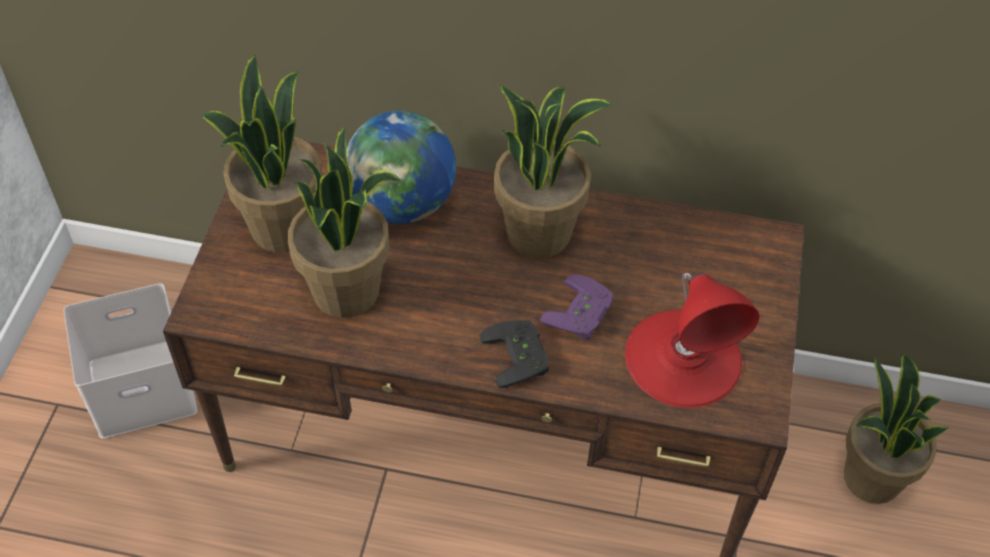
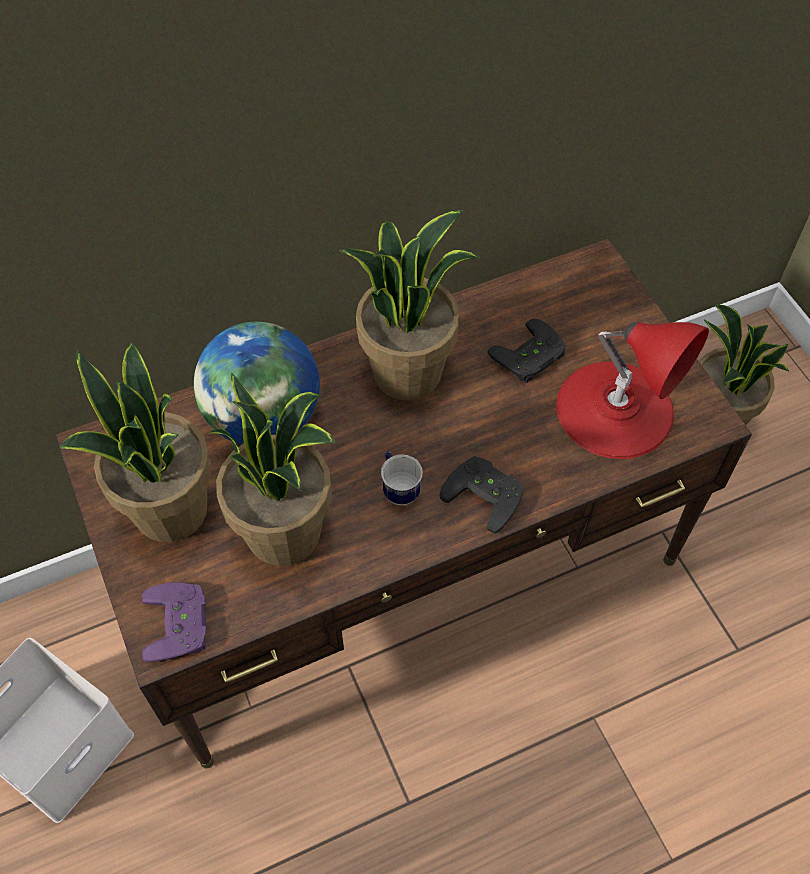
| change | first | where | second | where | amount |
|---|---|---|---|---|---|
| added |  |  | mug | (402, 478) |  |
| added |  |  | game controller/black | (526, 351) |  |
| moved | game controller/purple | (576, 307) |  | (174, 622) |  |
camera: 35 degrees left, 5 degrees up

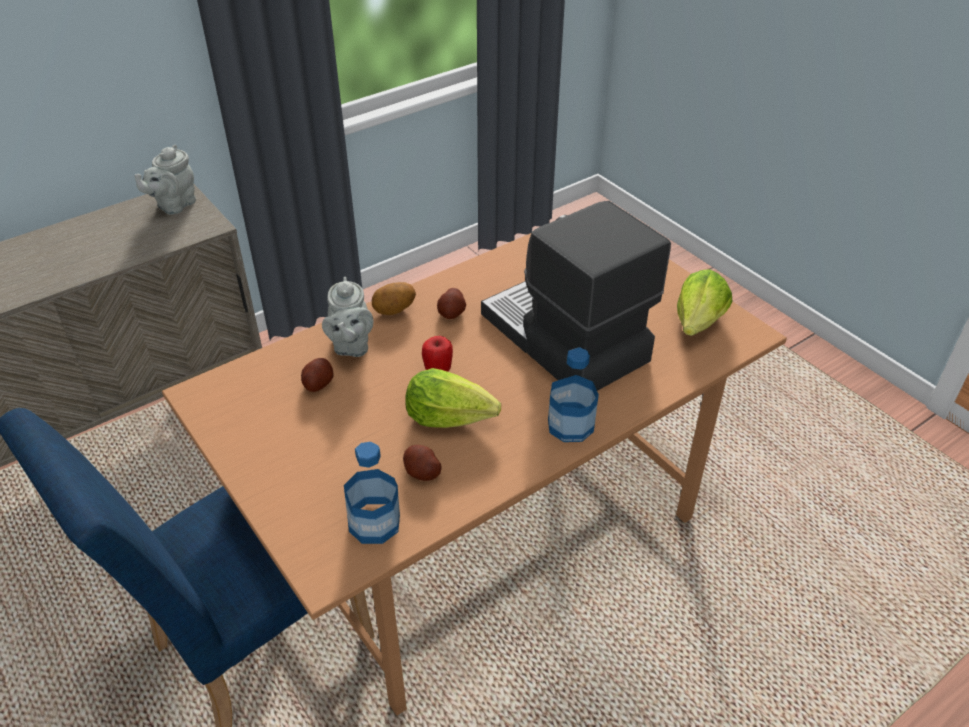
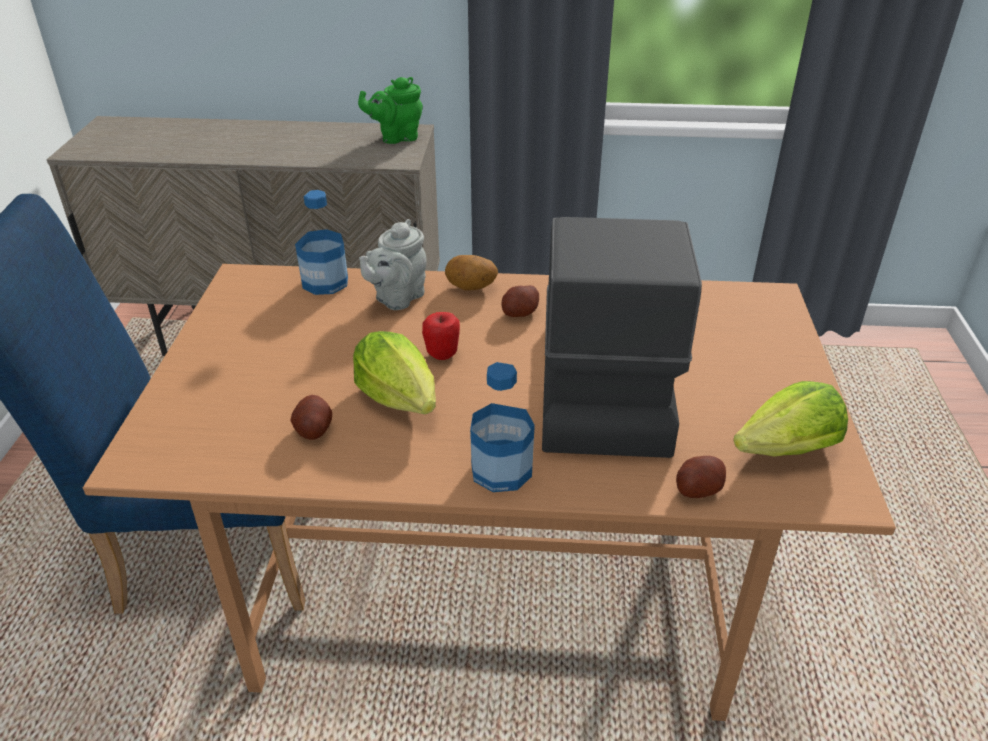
| change | first | where | second | where | amount |
|---|---|---|---|---|---|
| moved | potato | (317, 375) |  | (701, 477) |  |
| moved | bottle | (372, 493) |  | (321, 242) |  |
| recoloured | teapot/grey | (165, 180) | teapot/green | (390, 110) |  |
camera: 40 degrees right, 5 degrees down

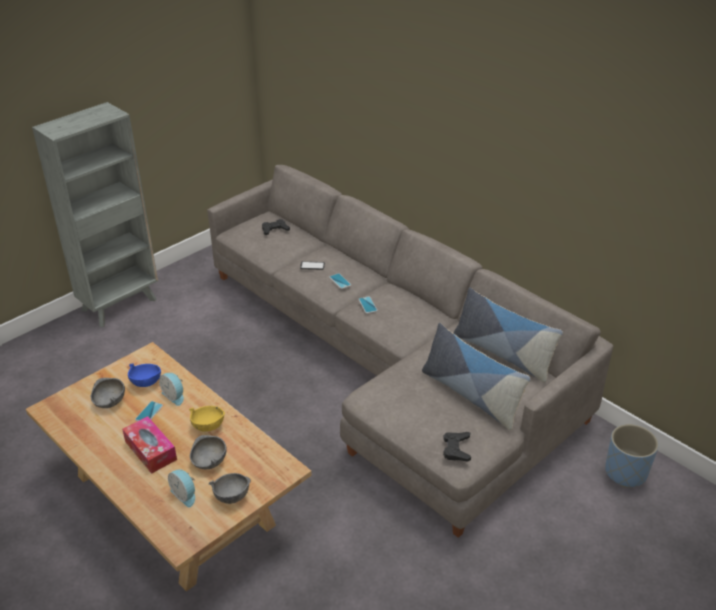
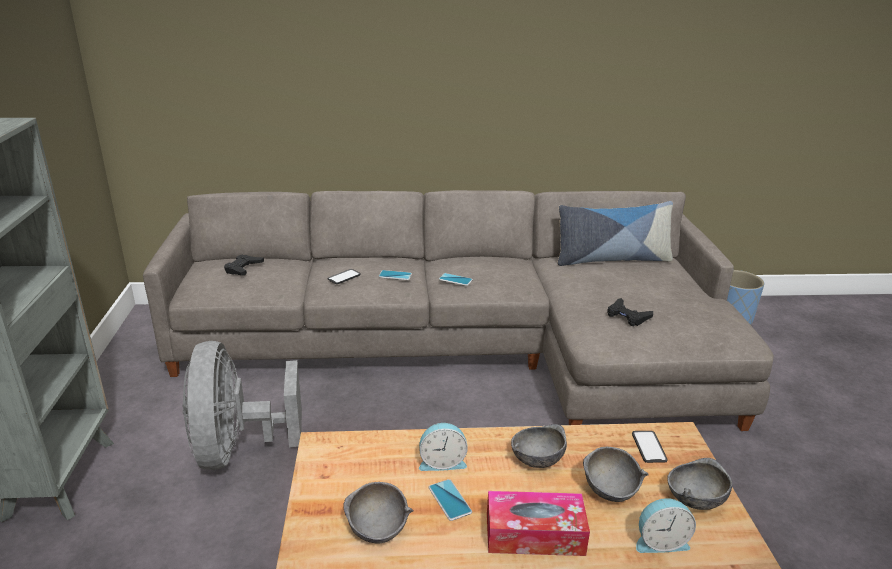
| change | first | where | second | where | amount |
|---|---|---|---|---|---|
| removed | bowl/blue | (144, 375) |  |  |  |
| removed | pillow | (476, 376) |  |  |  |
| added |  |  | fan/grey | (242, 405) |  |
| added |  |  | phone | (650, 447) |  |
| moved | game controller/black | (457, 447) |  | (630, 312) |  |
| recoloured | bowl/yellow | (207, 419) | bowl/grey | (539, 446) |  |
camera: 50 degrees left, 10 degrees down

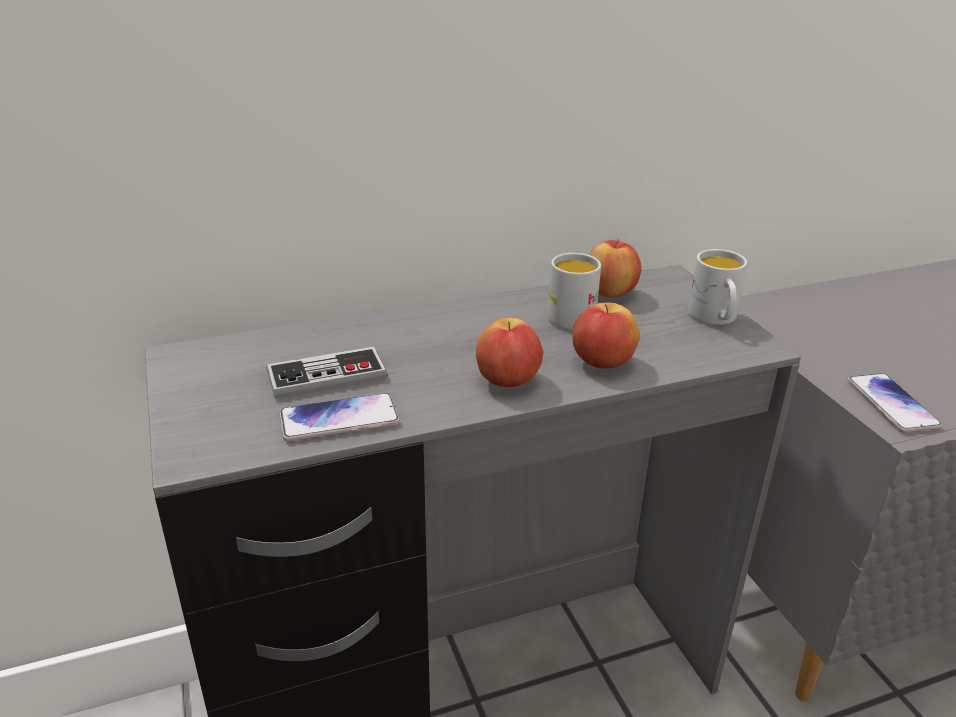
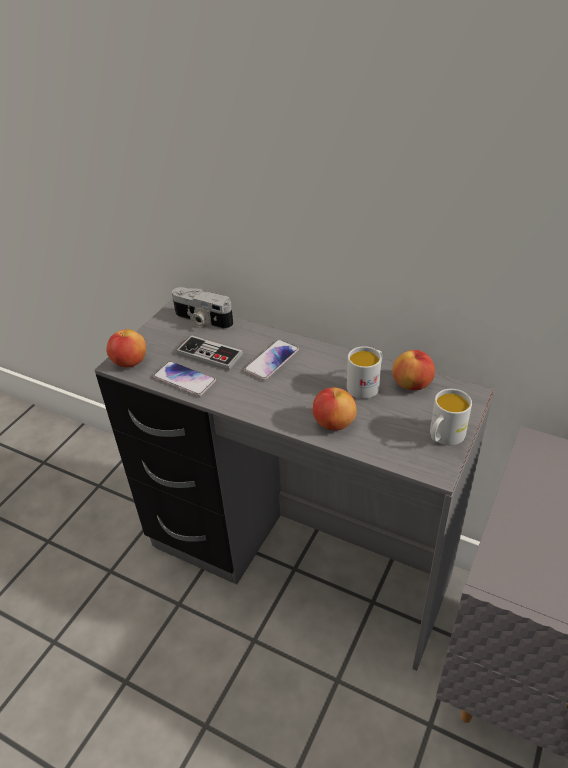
| change | first | where | second | where | amount |
|---|---|---|---|---|---|
| added |  |  | photo camera | (203, 308) |  |
| moved | apple | (509, 352) |  | (126, 348) |  |
| moved | phone | (895, 403) |  | (271, 359) |  |
camera: 50 degrees right, 10 degrees up

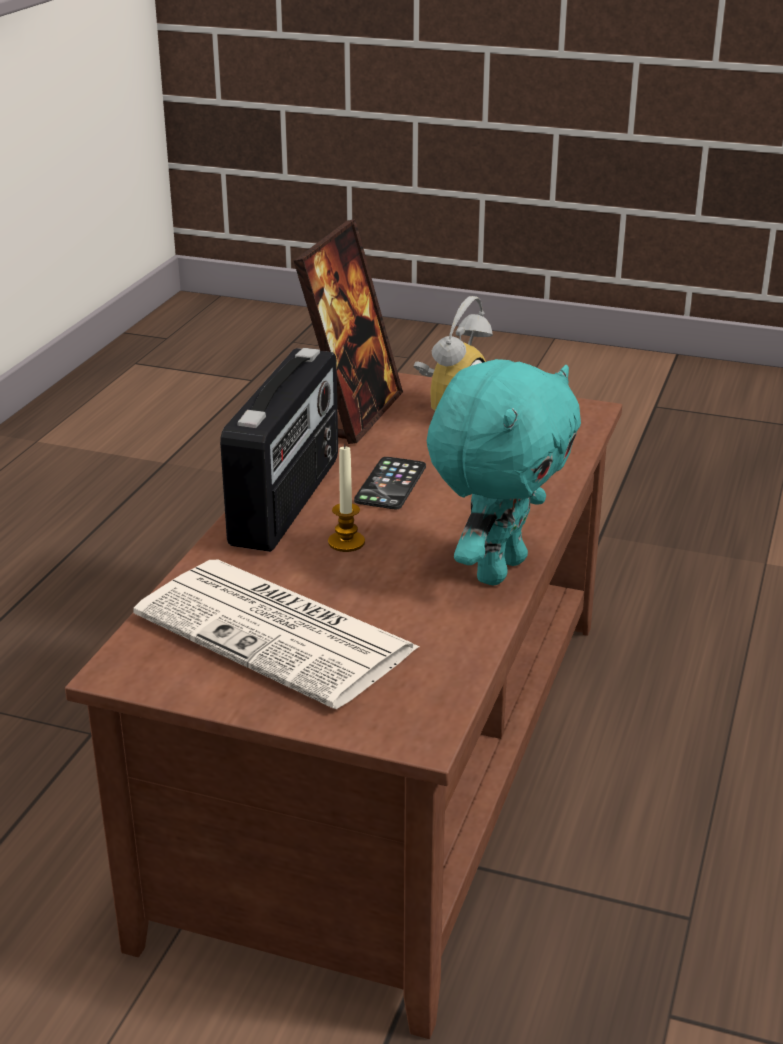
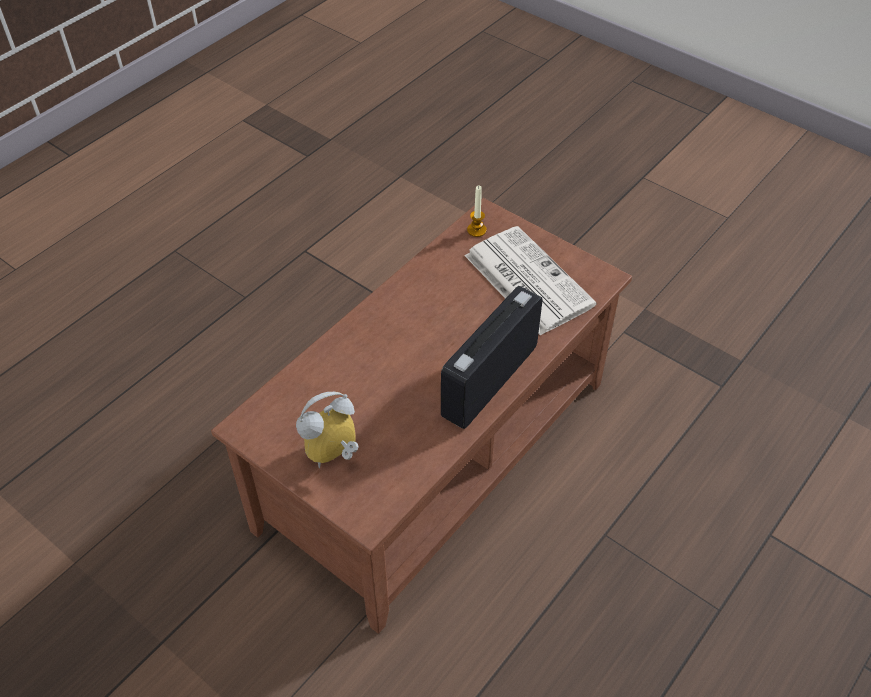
| change | first | where | second | where | amount |
|---|---|---|---|---|---|
| removed | picture frame | (348, 331) |  |  |  |
| removed | phone | (390, 483) |  |  |  |
| removed | plush toy/turquoise | (504, 472) |  |  |  |
| moved | candle | (346, 498) |  | (477, 211) |  |
camera: 160 degrees left, 20 degrees up

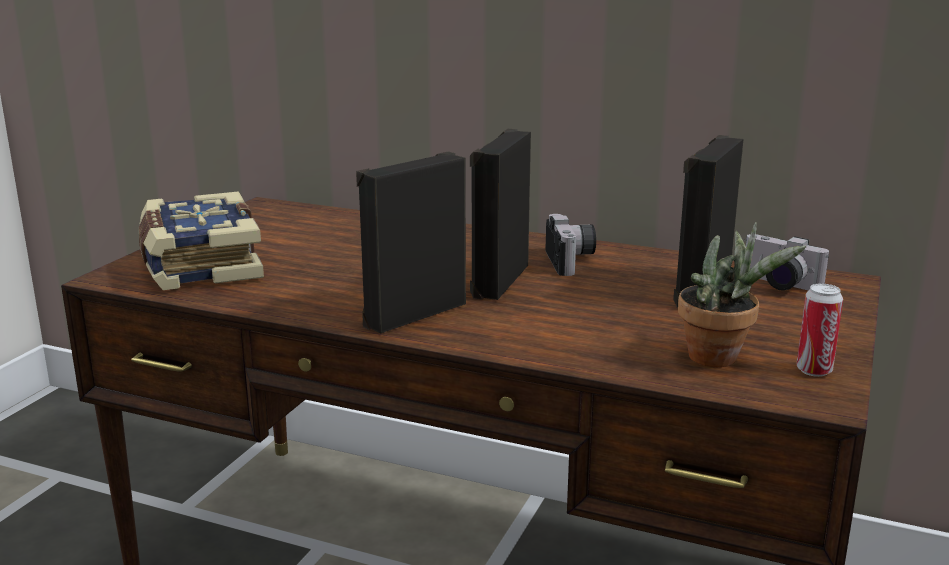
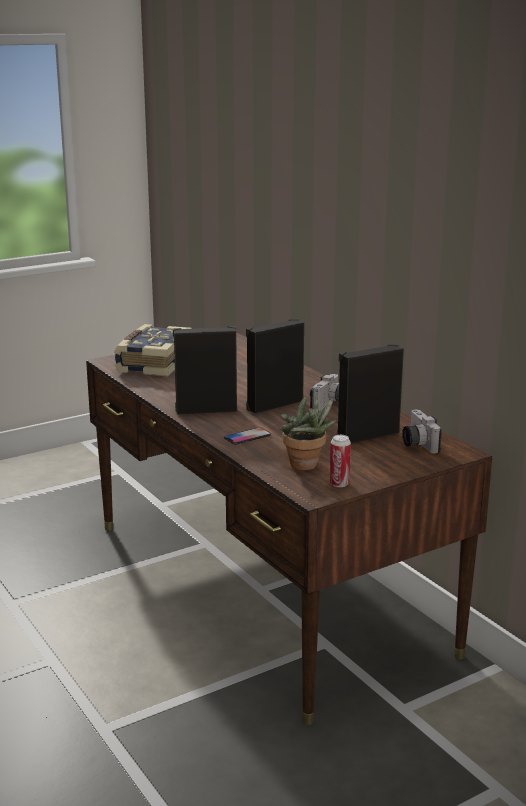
| change | first | where | second | where | amount |
|---|---|---|---|---|---|
| added |  |  | phone | (247, 436) |  |
camera: 35 degrees right, 0 degrees up

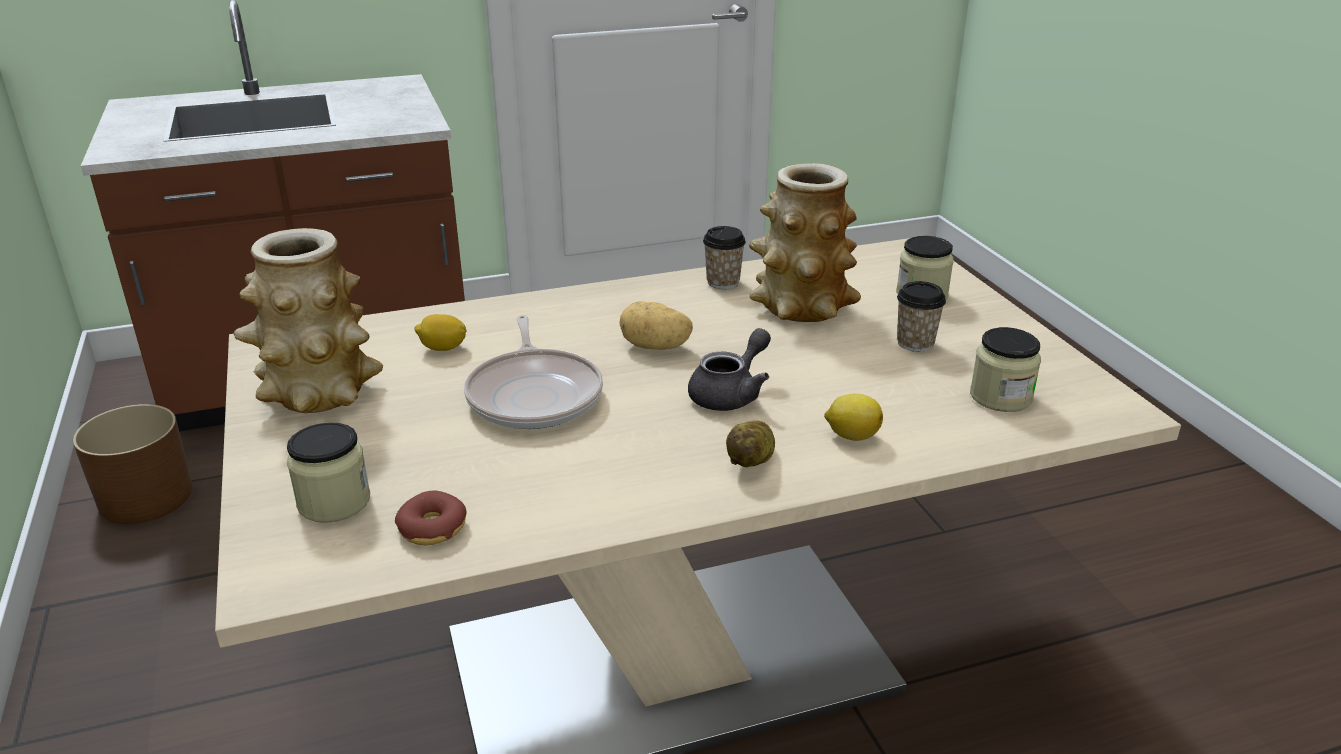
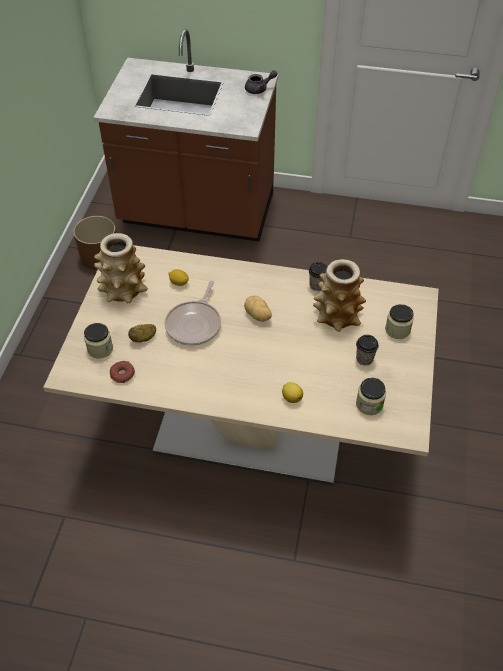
| change | first | where | second | where | amount |
|---|---|---|---|---|---|
| moved | teapot/grey | (729, 369) |  | (261, 82) |  |
| moved | potato | (750, 444) |  | (142, 333) |  |
camera: 30 degrees right, 20 degrees up

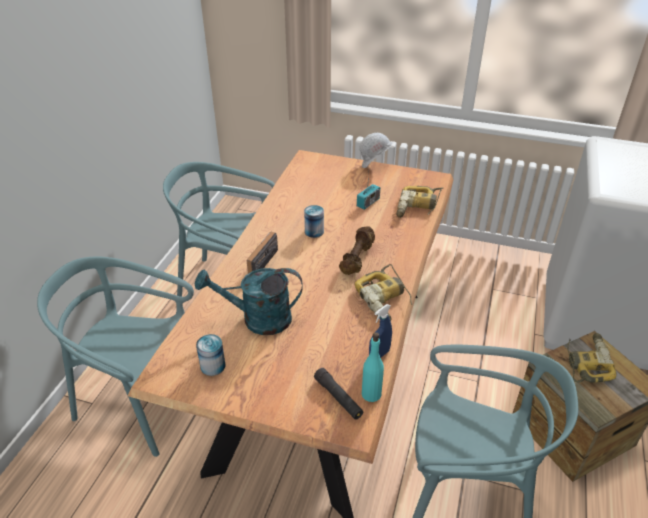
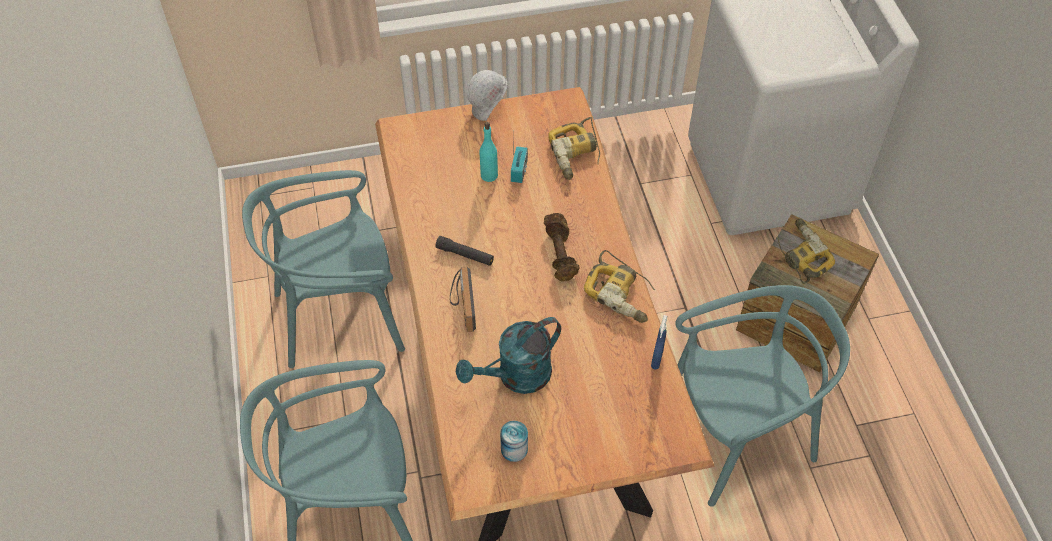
| change | first | where | second | where | amount |
|---|---|---|---|---|---|
| removed | can | (314, 221) |  |  |  |
| moved | flashlight/black | (338, 394) |  | (464, 251) |  |
| moved | bottle/turquoise | (373, 367) |  | (489, 152) |  |
camera: 30 degrees left, 15 degrees up

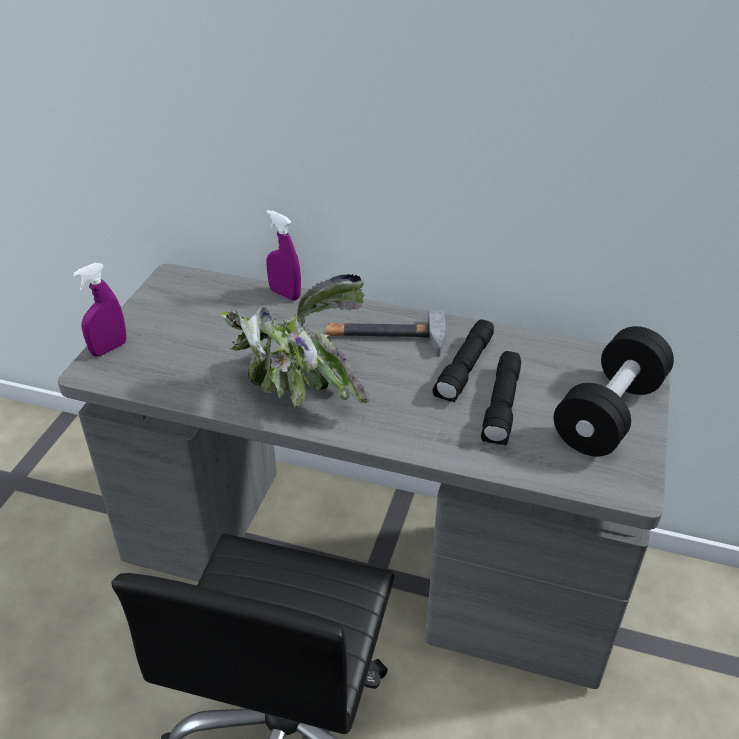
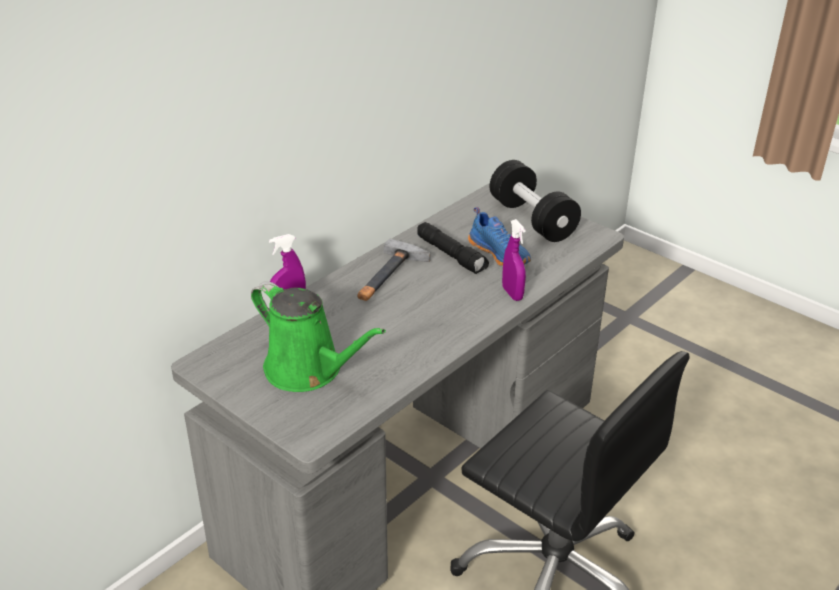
| change | first | where | second | where | amount |
|---|---|---|---|---|---|
| removed | potted plant | (294, 341) |  |  |  |
| added |  |  | watering can/green | (318, 336) |  |
| moved | spray bottle/purple | (99, 309) |  | (514, 260) |  |
| replaced | flashlight/black | (501, 398) | shoe/blue | (499, 236) |  |
camera: 65 degrees left, 5 degrees down

